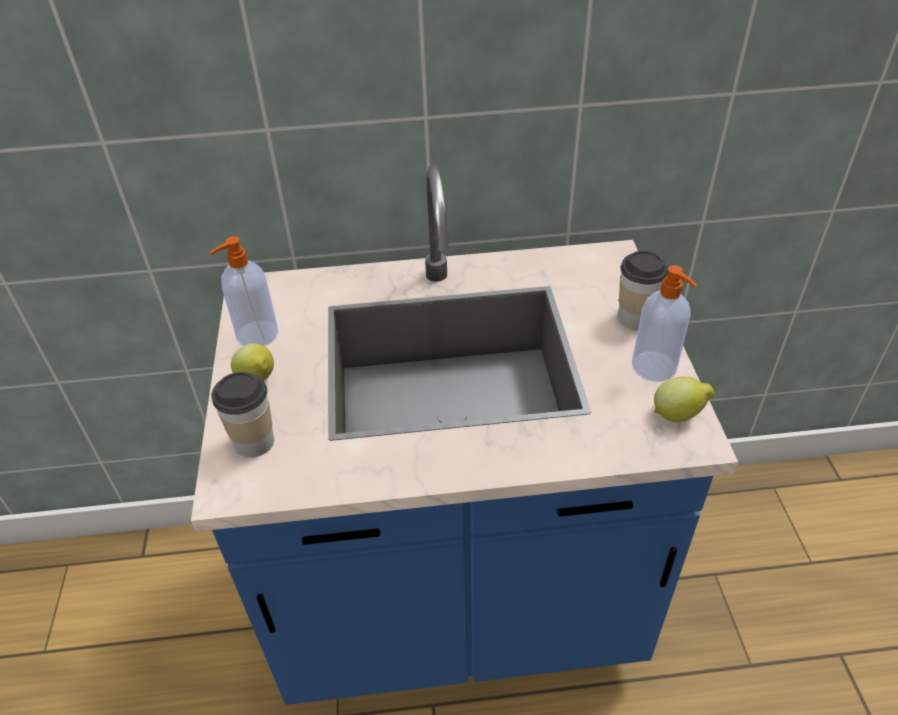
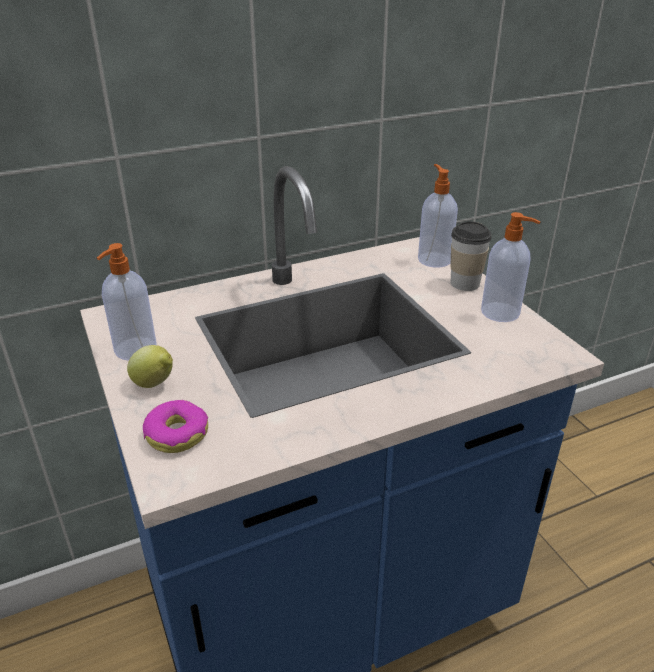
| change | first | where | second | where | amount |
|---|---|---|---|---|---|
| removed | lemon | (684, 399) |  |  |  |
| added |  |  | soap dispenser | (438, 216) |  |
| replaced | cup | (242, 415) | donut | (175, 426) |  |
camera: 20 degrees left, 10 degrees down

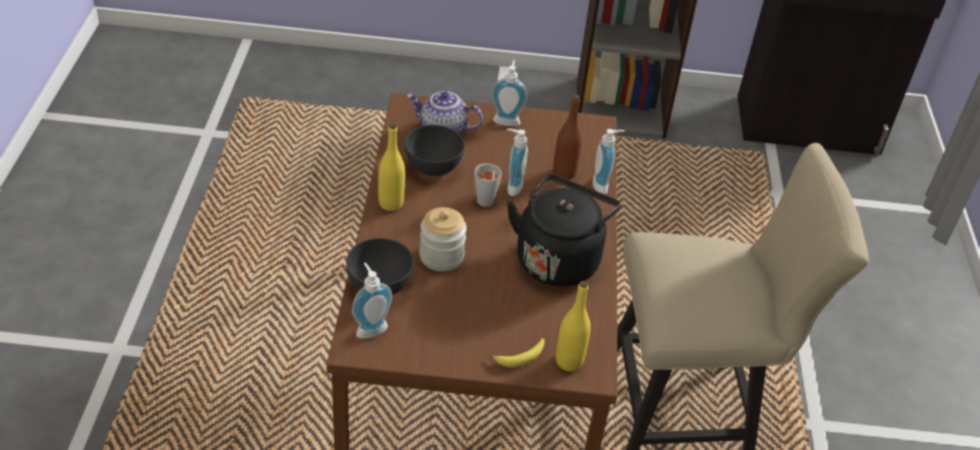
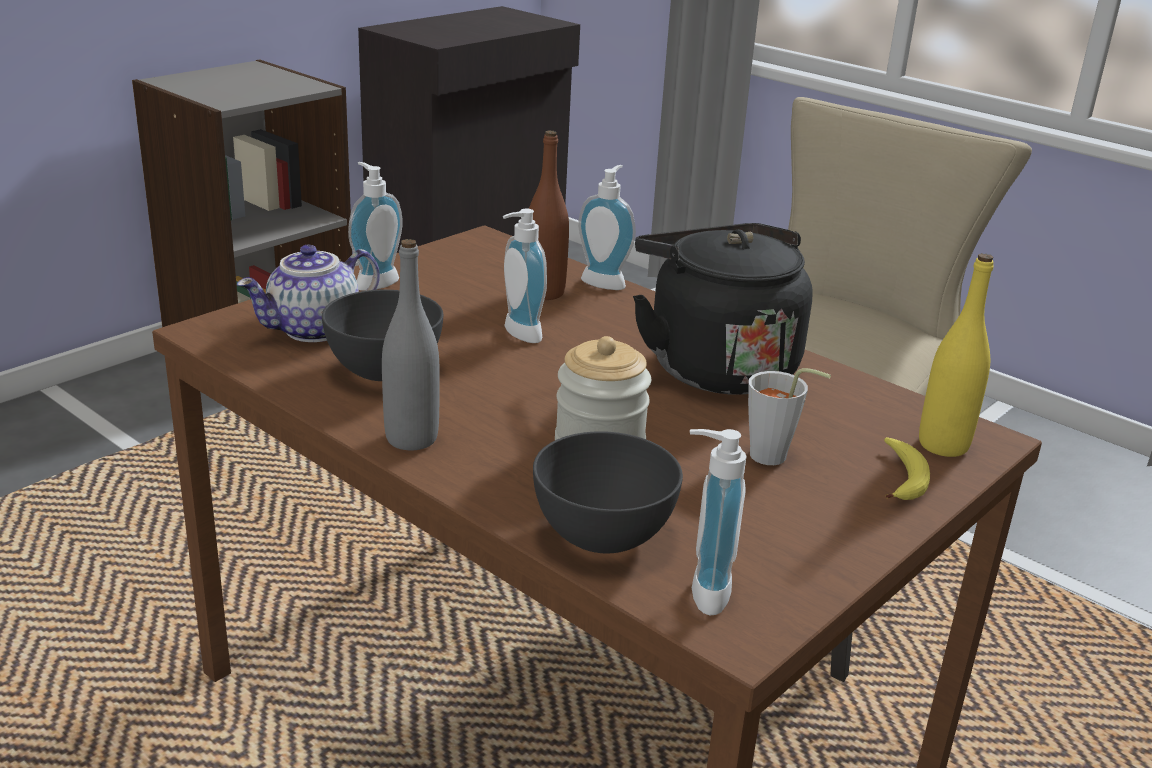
| change | first | where | second | where | amount |
|---|---|---|---|---|---|
| moved | cup/grey | (488, 185) |  | (789, 416) |  |
| recoloured | bottle/yellow | (391, 167) | bottle/grey | (411, 344) |  |
camera: 50 degrees left, 15 degrees down

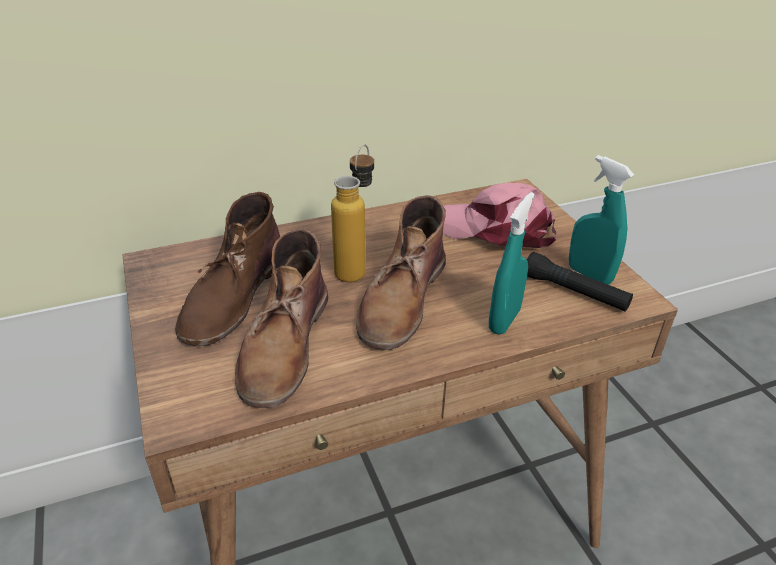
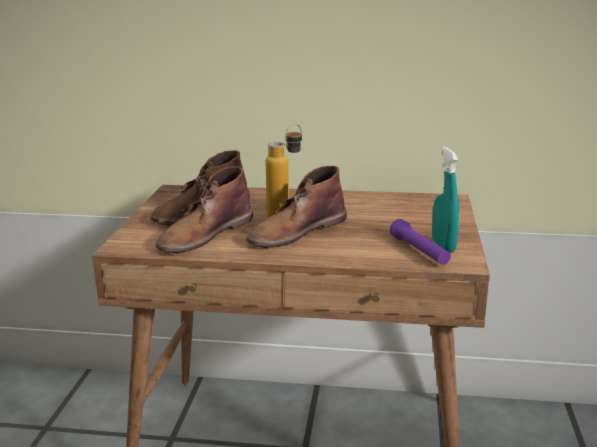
| change | first | where | second | where | amount |
|---|---|---|---|---|---|
| removed | cap/pink | (500, 215) |  |  |  |
| removed | spray bottle/turquoise | (512, 263) |  |  |  |
| recoloured | flashlight/black | (580, 282) | flashlight/purple | (420, 242) |  |
camera: 30 degrees right, 15 degrees down

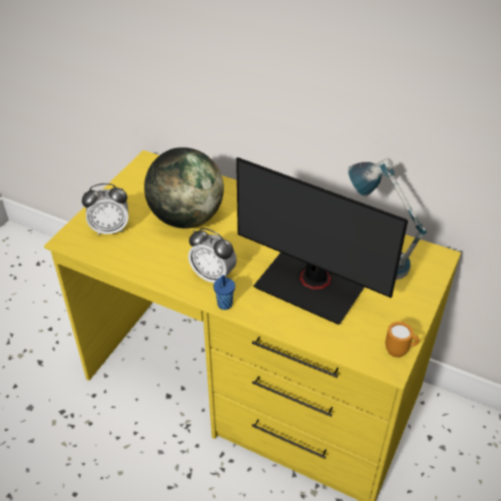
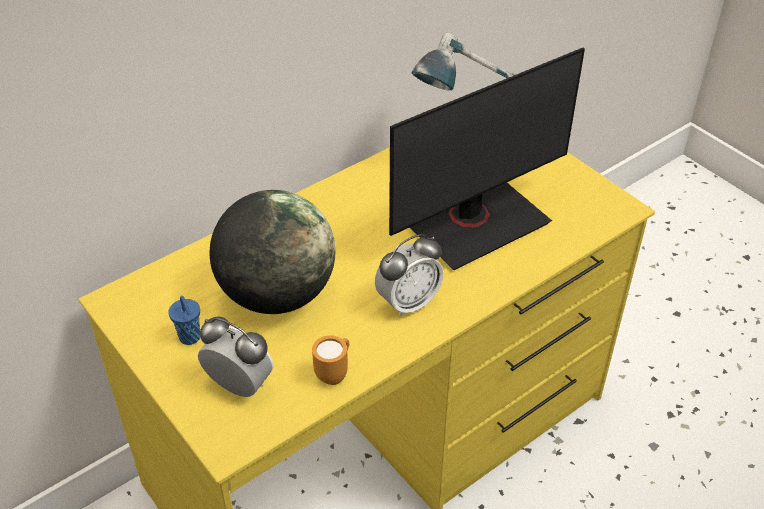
| change | first | where | second | where | amount |
|---|---|---|---|---|---|
| moved | cup/blue | (224, 292) |  | (184, 320) |  |
| moved | mug/orange | (402, 339) |  | (330, 360) |  |
| turned | alarm clock | (105, 209) |  | (235, 356) | 75 degrees counterclockwise |
camera: 65 degrees left, 0 degrees up

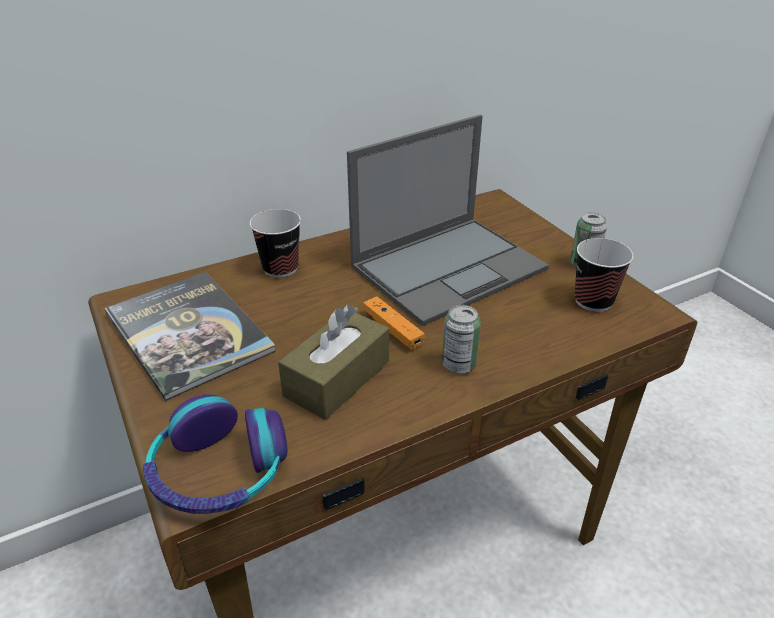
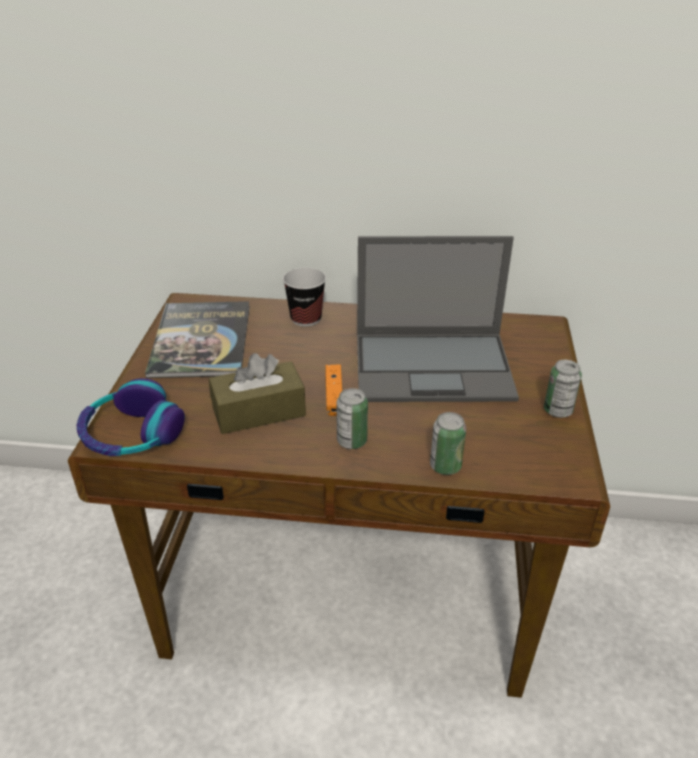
| change | first | where | second | where | amount |
|---|---|---|---|---|---|
| removed | cup | (604, 275) |  |  |  |
| added |  |  | can | (448, 443) |  |
camera: 35 degrees right, 0 degrees up

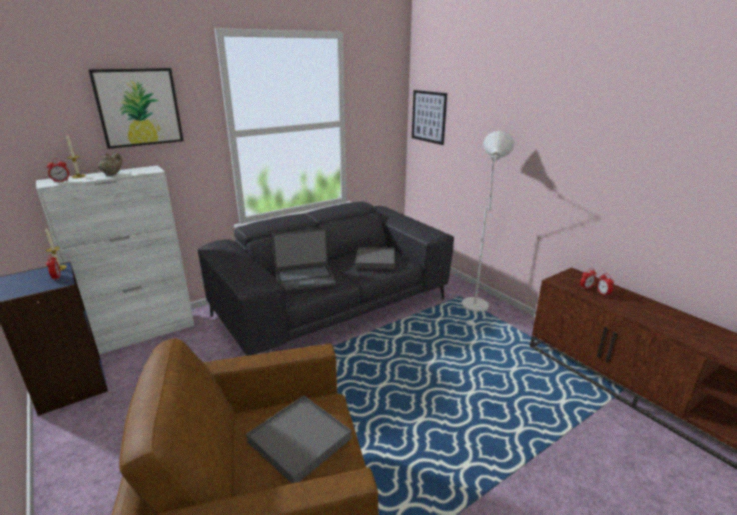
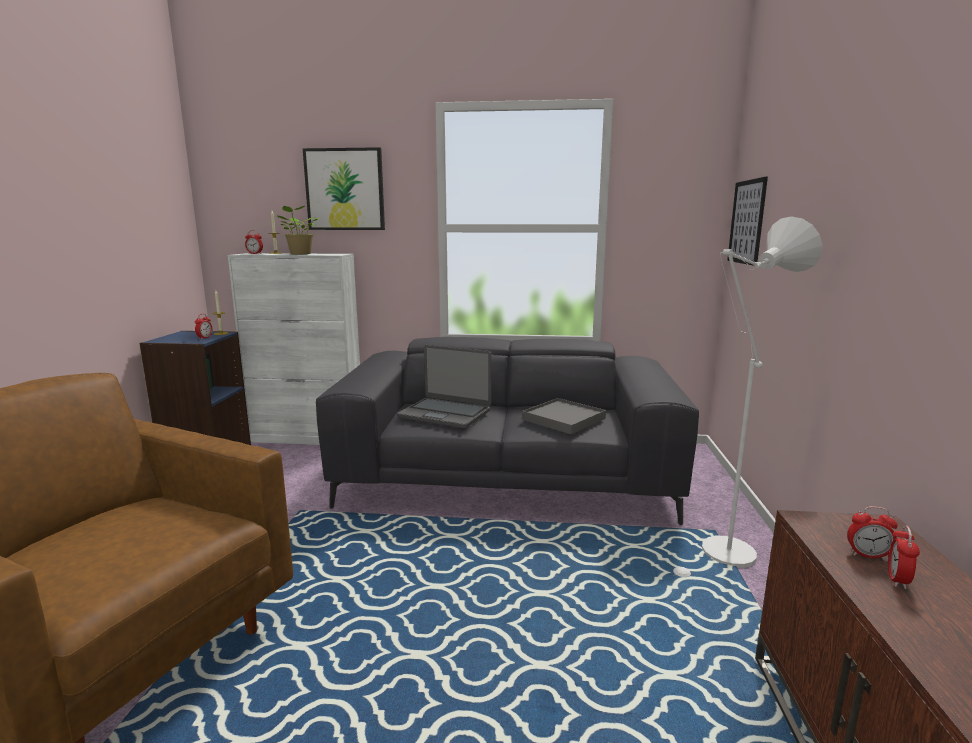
| change | first | where | second | where | amount |
|---|---|---|---|---|---|
| removed | tray/grey | (299, 439) |  |  |  |
| replaced | teapot/beige | (110, 164) | potted plant | (297, 230) |  |
camera: 40 degrees right, 10 degrees down

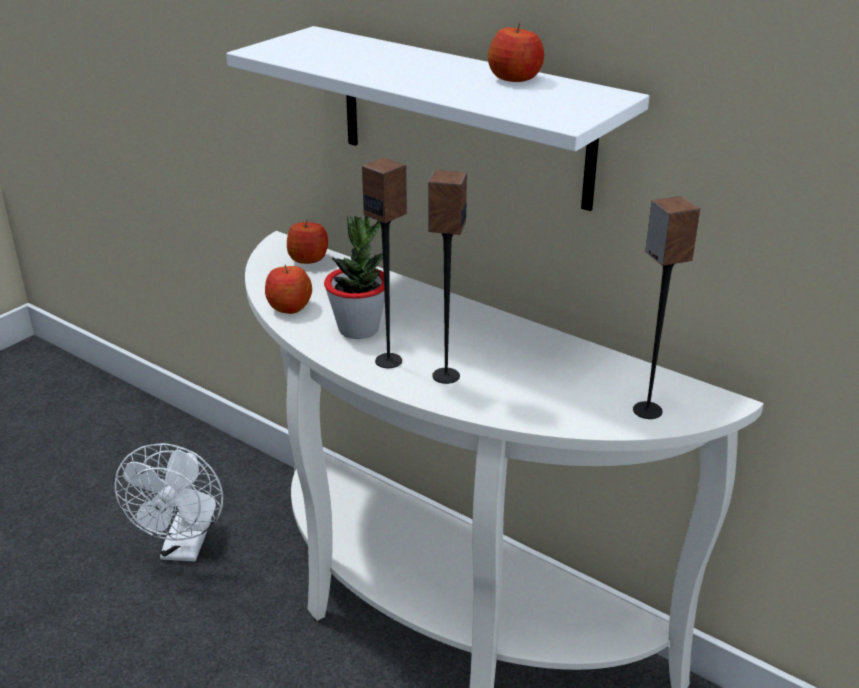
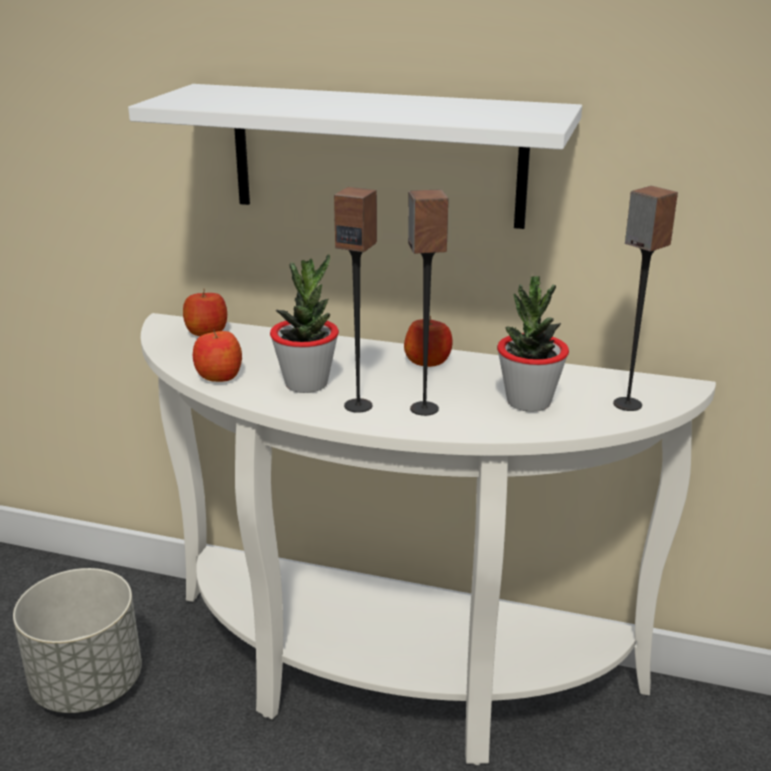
| change | first | where | second | where | amount |
|---|---|---|---|---|---|
| added |  |  | potted plant | (533, 344) |  |
| moved | apple | (516, 52) |  | (428, 341) |  |
| replaced | fan/white | (168, 502) | planter/grey | (77, 640) |  |
camera: 20 degrees left, 5 degrees down

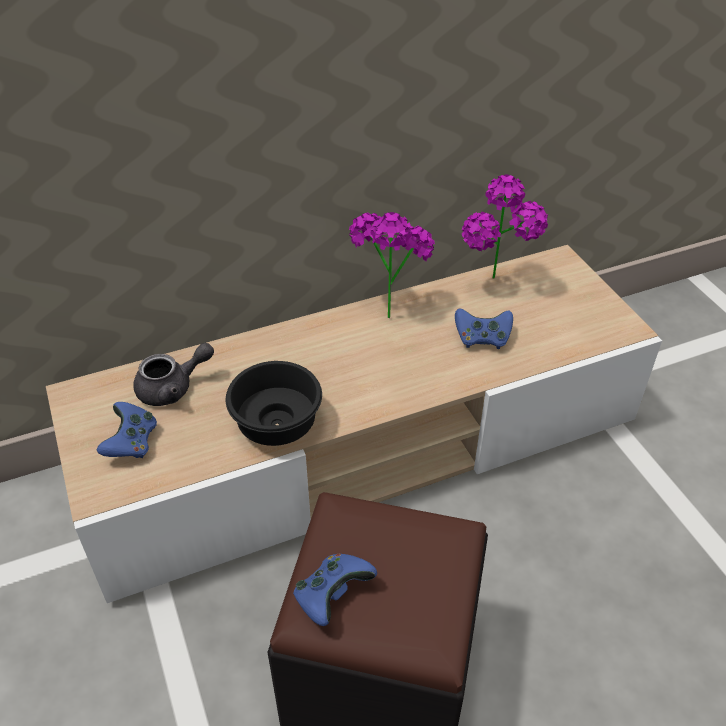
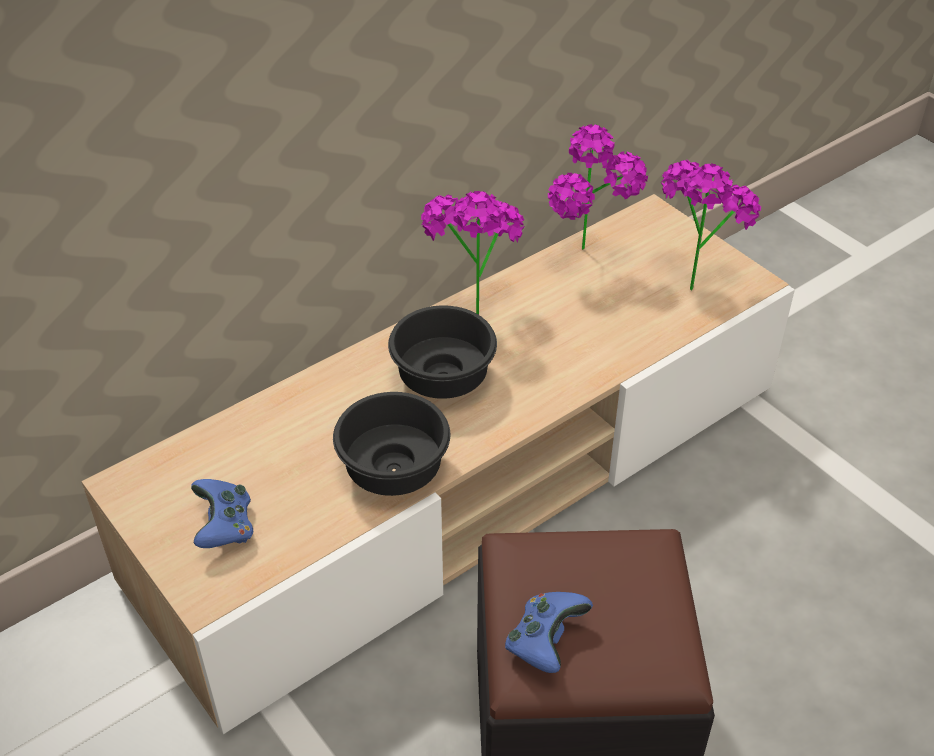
| change | first | where | second | where | amount |
|---|---|---|---|---|---|
| removed | teapot/grey | (174, 374) |  |  |  |
| removed | game controller/blue | (484, 329) |  |  |  |
| added |  |  | bowl/black | (442, 352) |  |
| added |  |  | potted plant | (711, 225) |  |
camera: 15 degrees left, 0 degrees up

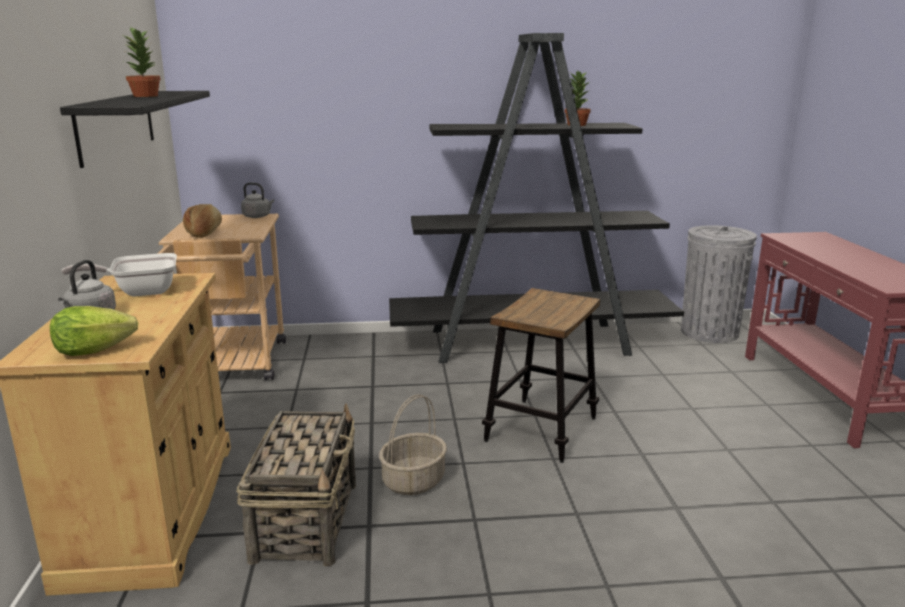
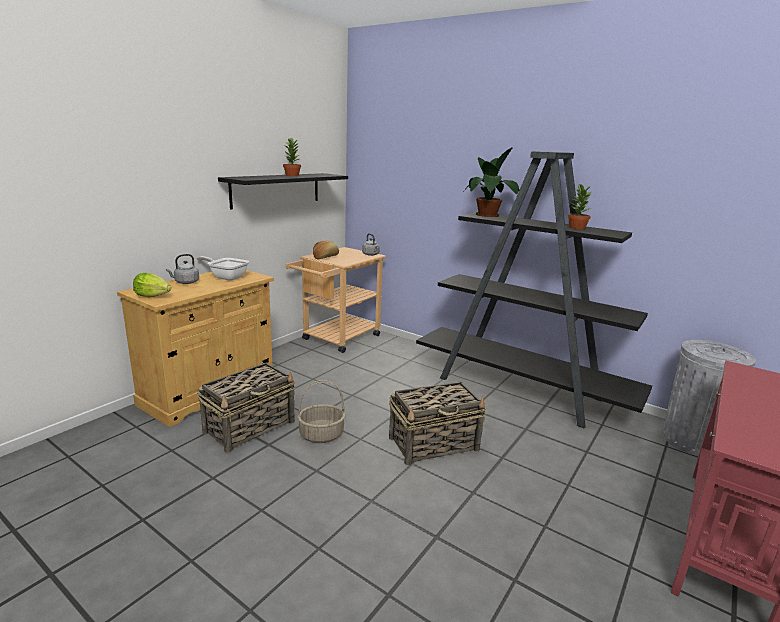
| change | first | where | second | where | amount |
|---|---|---|---|---|---|
| added |  |  | potted plant | (491, 182) |  |
| replaced | stool | (541, 375) | basket | (438, 423) |  |
camera: 40 degrees right, 0 degrees up

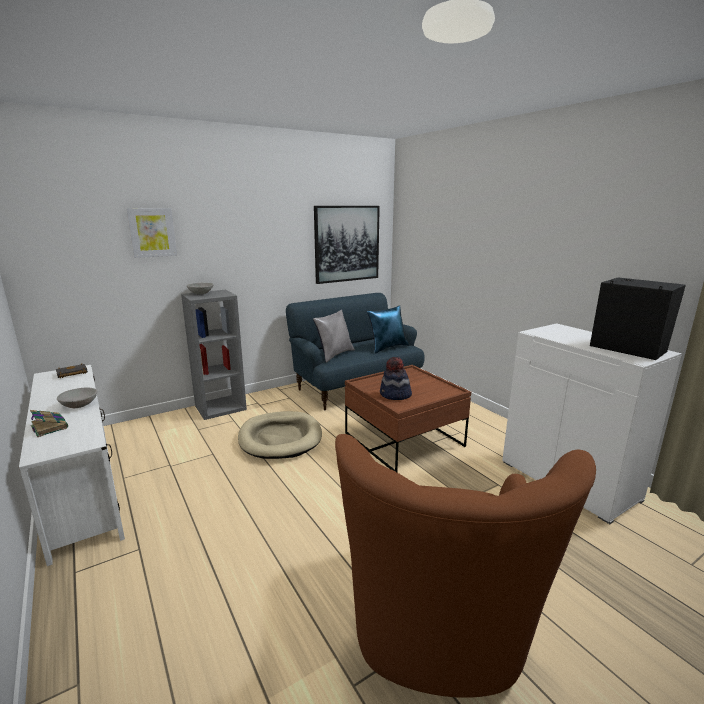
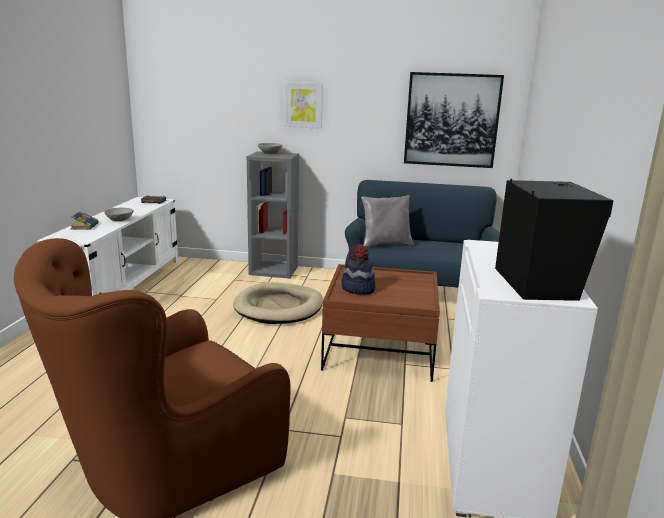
| change | first | where | second | where | amount |
|---|---|---|---|---|---|
| removed | pillow/blue | (388, 329) |  |  |  |
| moved | picture | (151, 233) |  | (304, 105) |  |
camera: 40 degrees right, 0 degrees up

